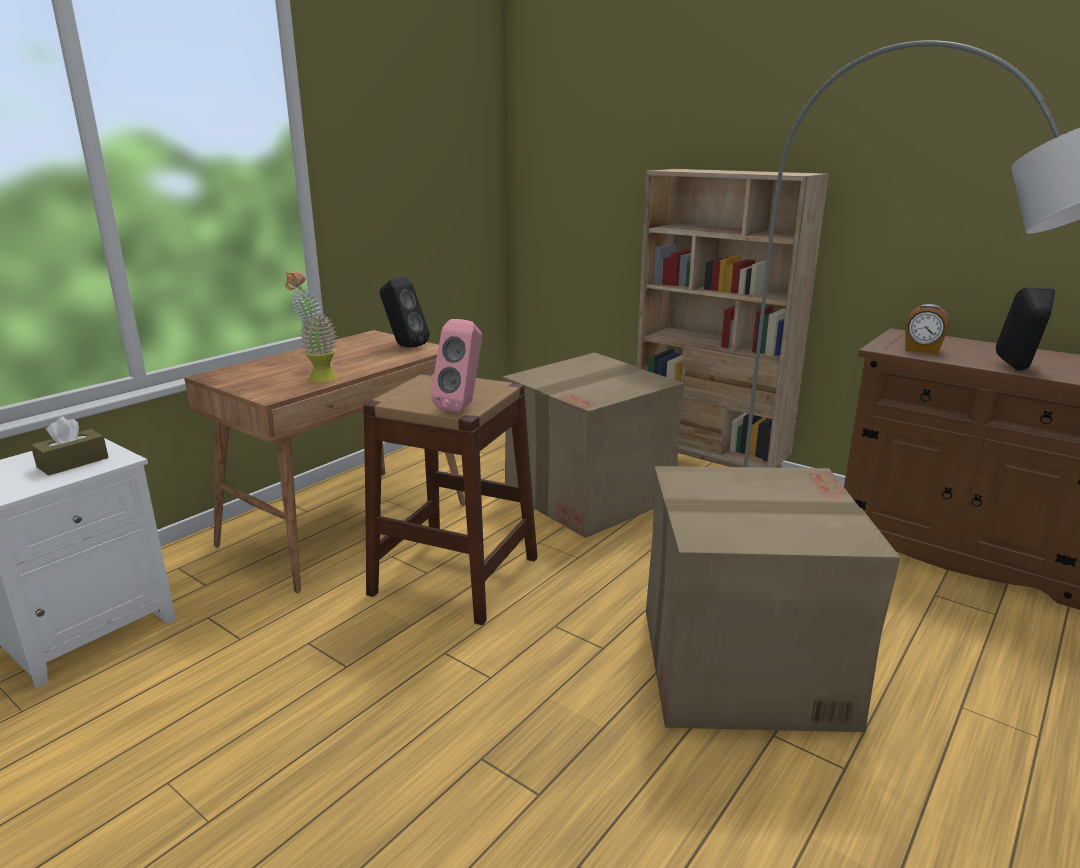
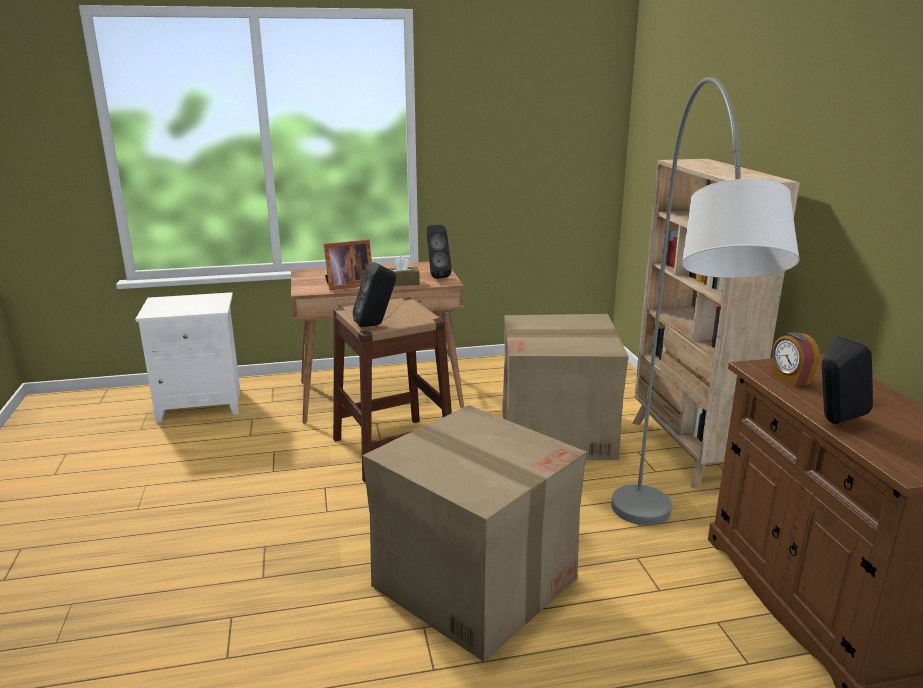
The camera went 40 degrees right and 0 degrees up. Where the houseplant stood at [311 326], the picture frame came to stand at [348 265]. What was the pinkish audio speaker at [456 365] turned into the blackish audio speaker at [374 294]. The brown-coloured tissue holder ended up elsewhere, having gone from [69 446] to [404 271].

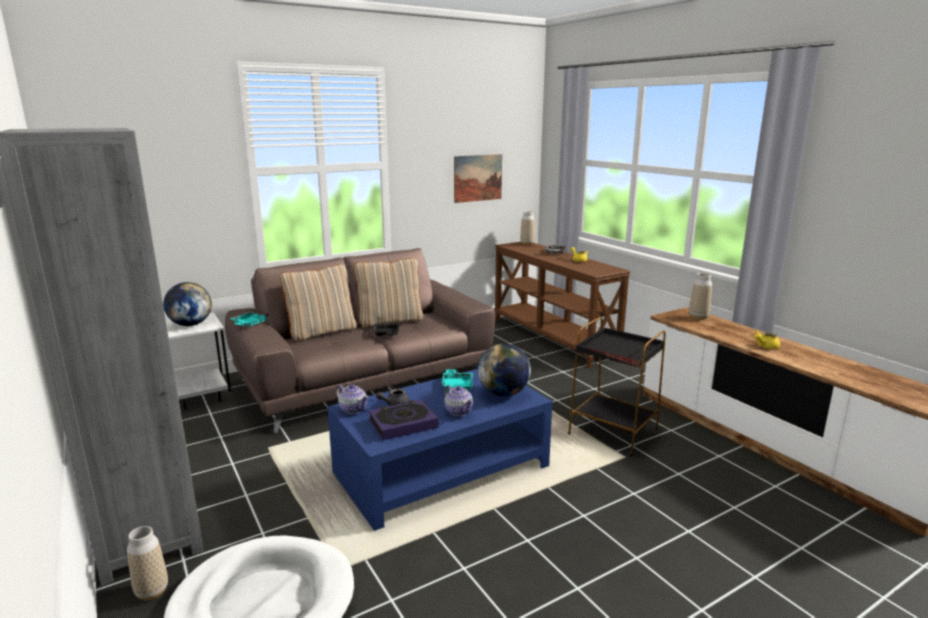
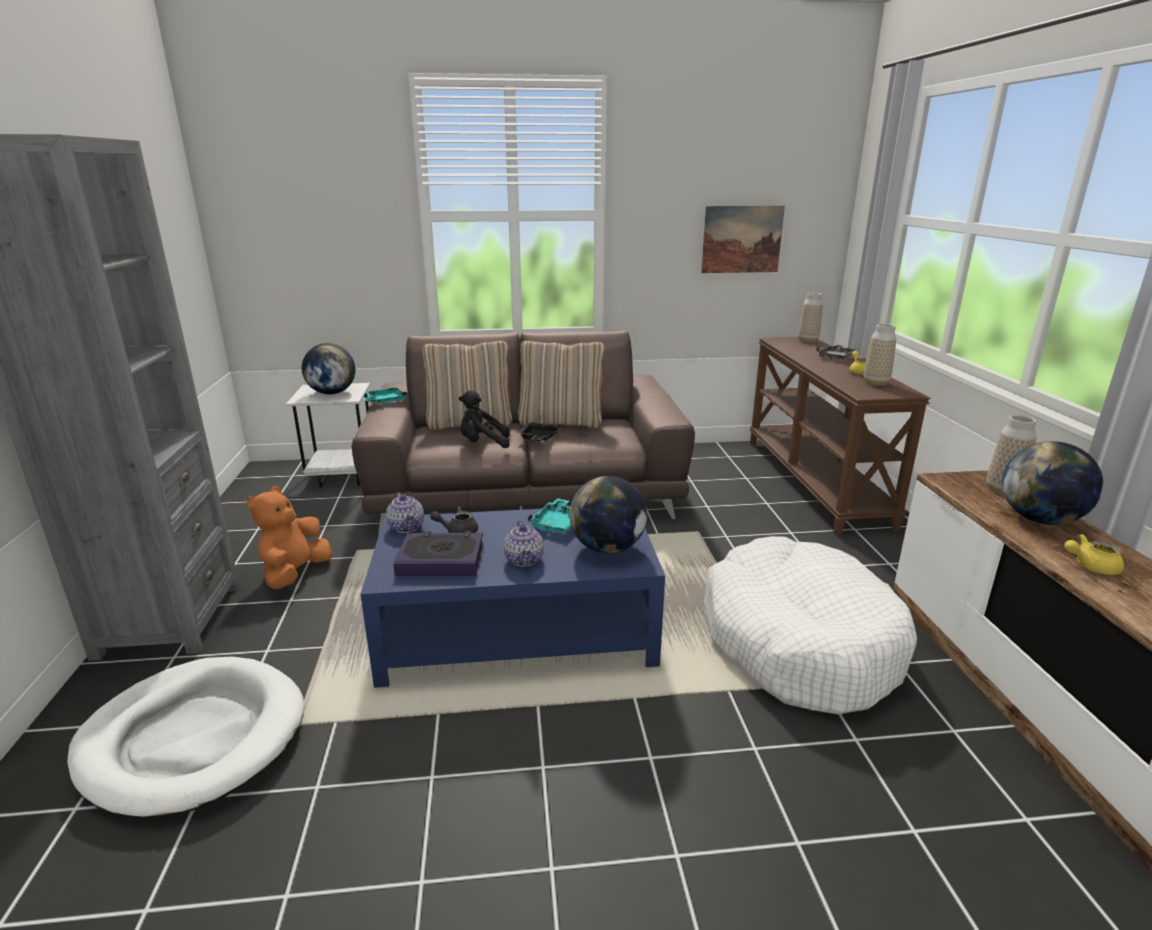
The camera went 25 degrees right and 5 degrees up. Where the blackish accent table stood at [617 387], the whitish dog bed came to stand at [810 625]. The flower vase ended up elsewhere, having gone from [147 563] to [880 355]. The second view gained the blackish soft toy at [484 419]. The second view gained the globe at [1053 483]. The second view gained the orangey soft toy at [289 537].

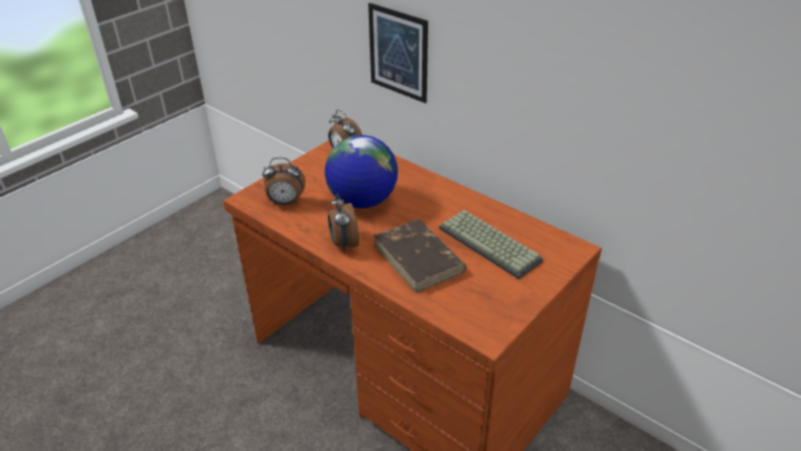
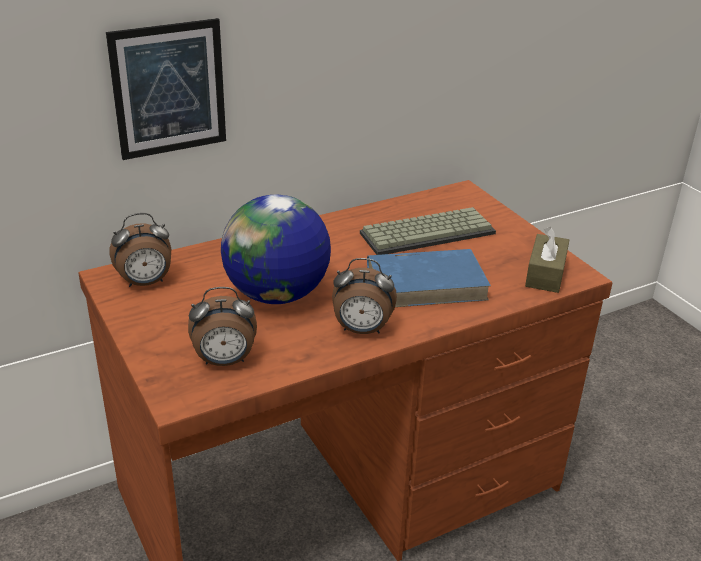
The camera went 70 degrees left and 5 degrees down. The alarm clock at [283 181] ended up facing another way, 60 degrees clockwise from before. What was the brown-coloured volume at [420 256] turned into the bluish volume at [429 278]. The second view gained the brown-coloured tissue holder at [547 260].

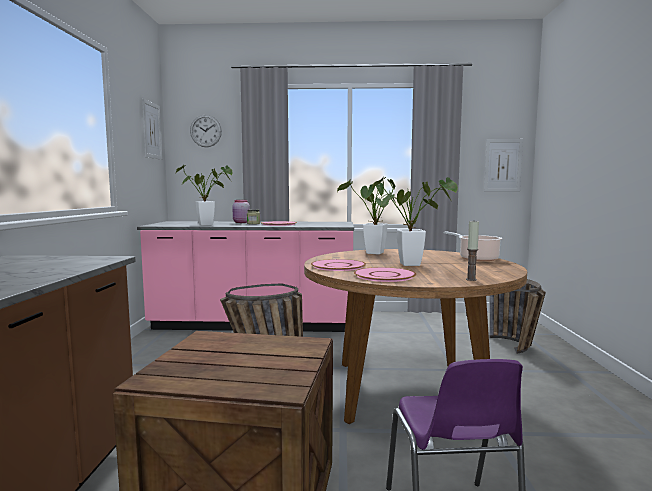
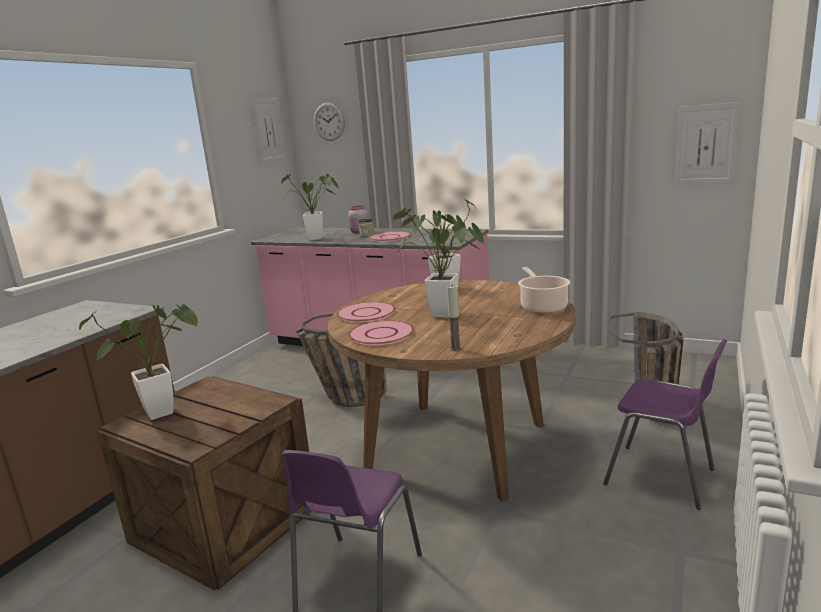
The camera went 25 degrees right and 10 degrees up. The second view gained the houseplant at [138 362]. The second view gained the purple-coloured chair at [665 424].

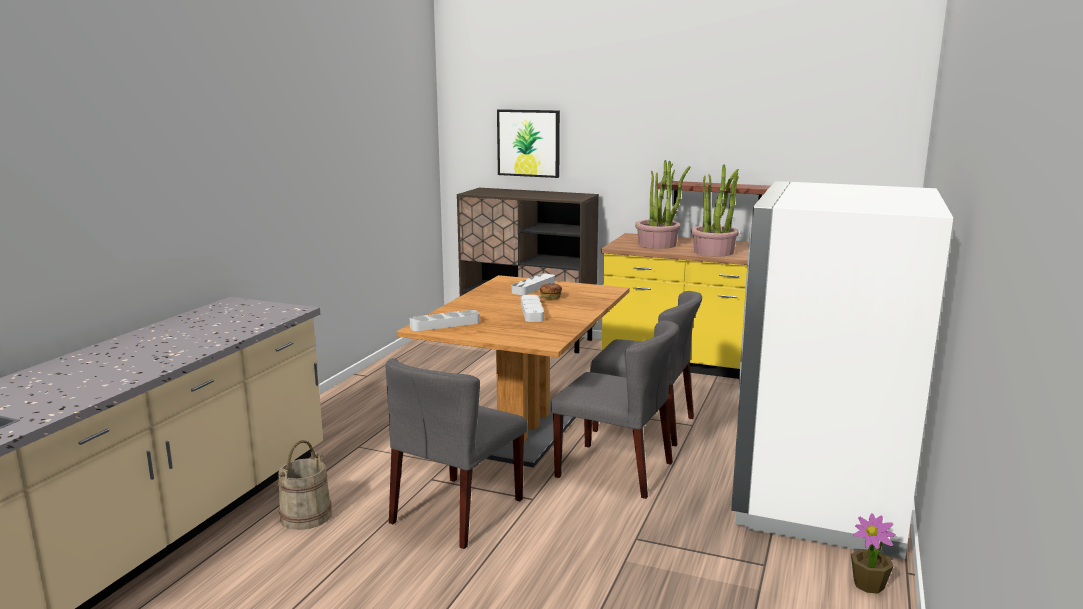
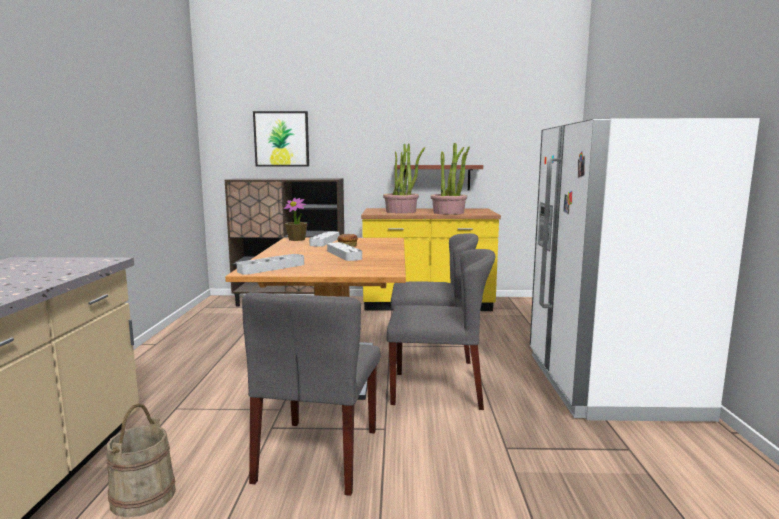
The camera went 20 degrees left and 5 degrees down. The houseplant ended up elsewhere, having gone from [873 554] to [295 219].

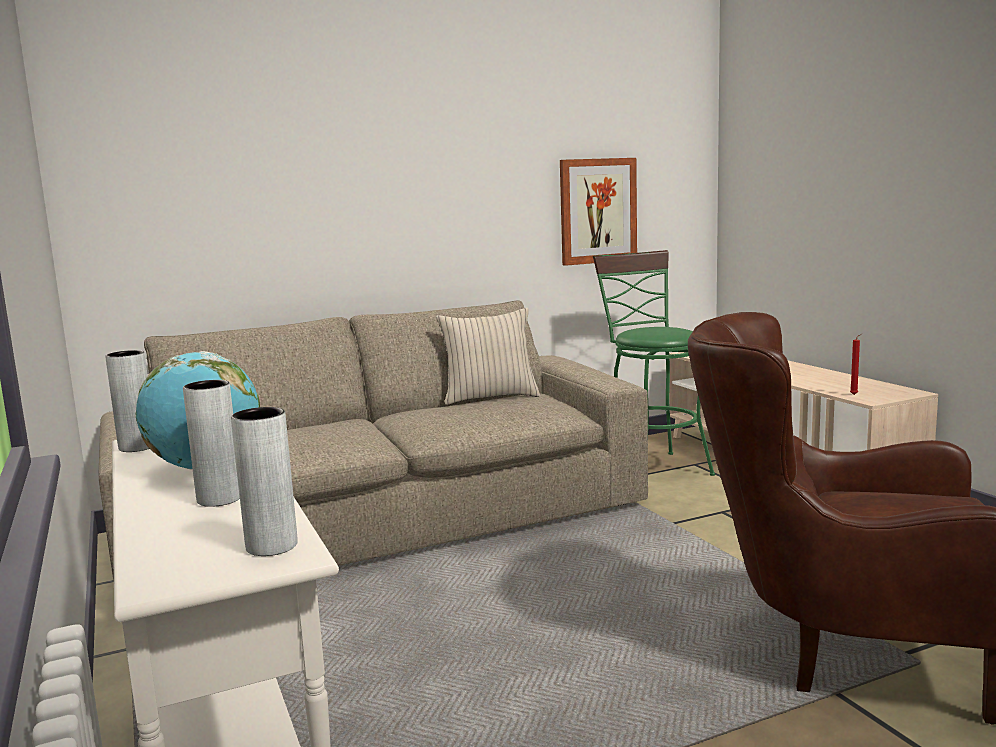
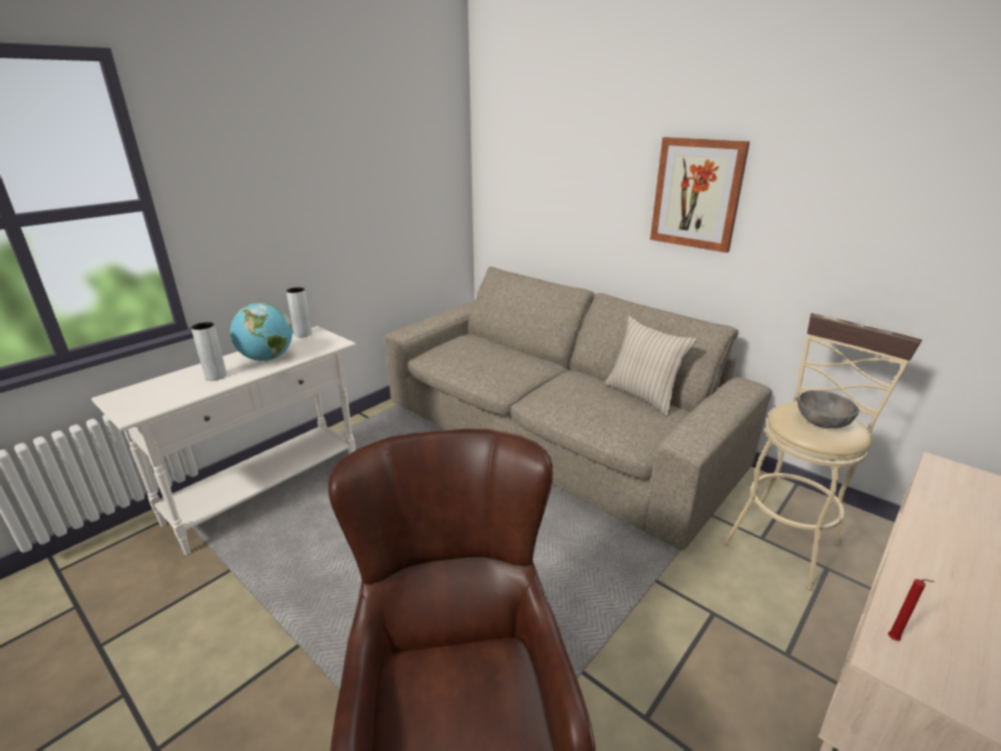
The camera went 65 degrees right and 15 degrees up. The picture ended up elsewhere, having gone from [598 212] to [700 195]. What was the green stool seat at [654 363] turned into the beige stool seat at [823 452]. The second view lost the grey flower vase at [264 481]. The second view gained the grey bowl at [828 409].

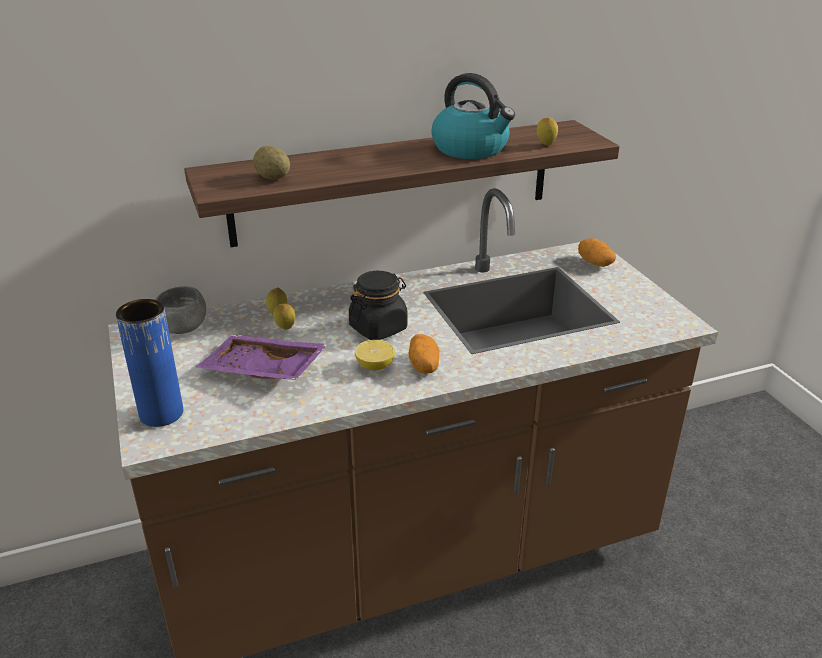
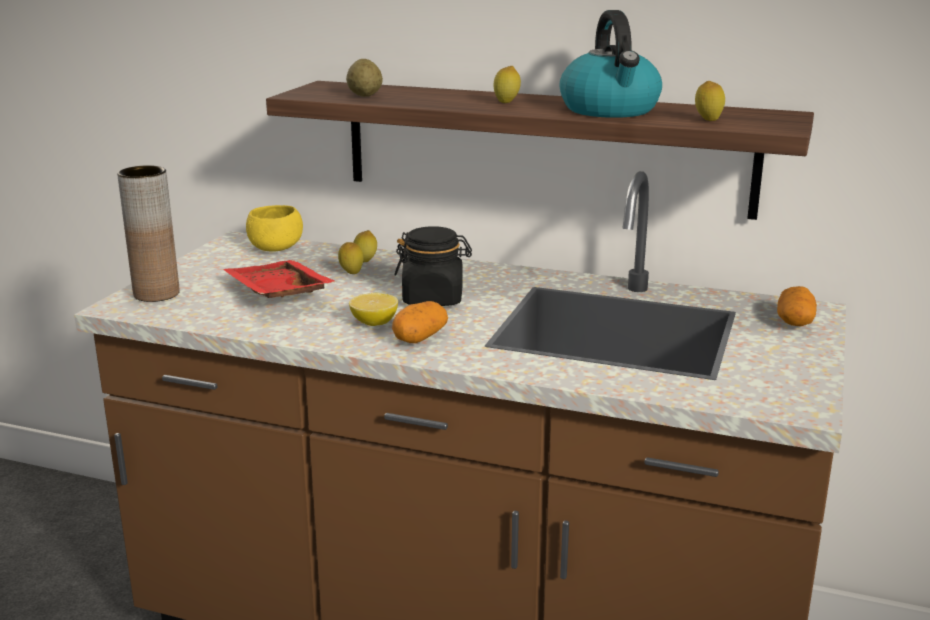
The camera went 40 degrees right and 10 degrees down. What was the grey bowl at [180 310] turned into the yellow-coloured bowl at [274 228]. What was the bluish flower vase at [149 363] turned into the brown-coloured flower vase at [148 233]. What was the purple-coloured carrying tray at [262 357] turned into the red carrying tray at [280 279]. The second view gained the whole lemon at [507 85].

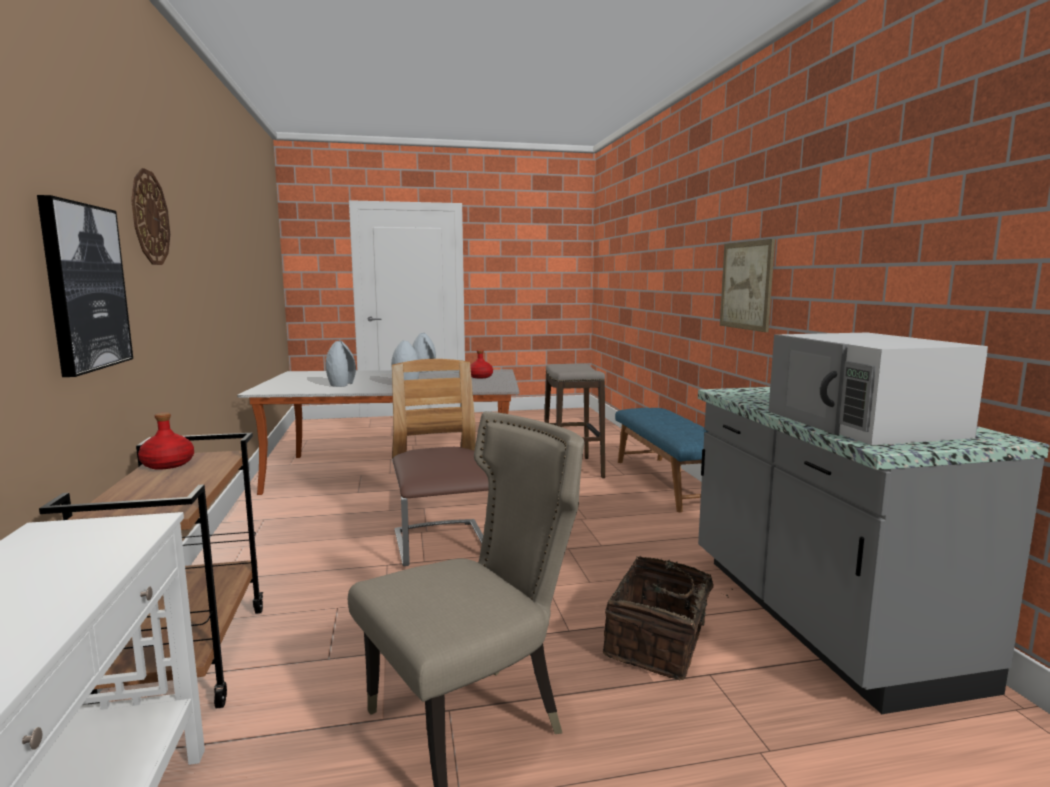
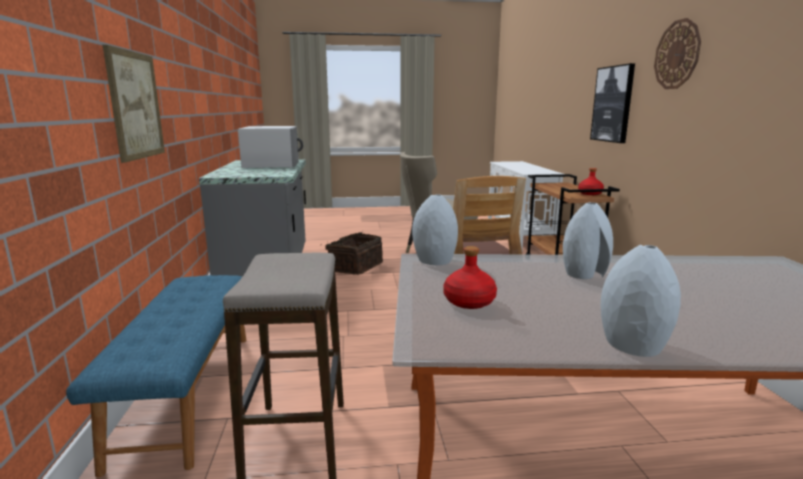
The camera went 175 degrees left and 5 degrees up. The grey flower vase ended up elsewhere, having gone from [340 364] to [435 230].

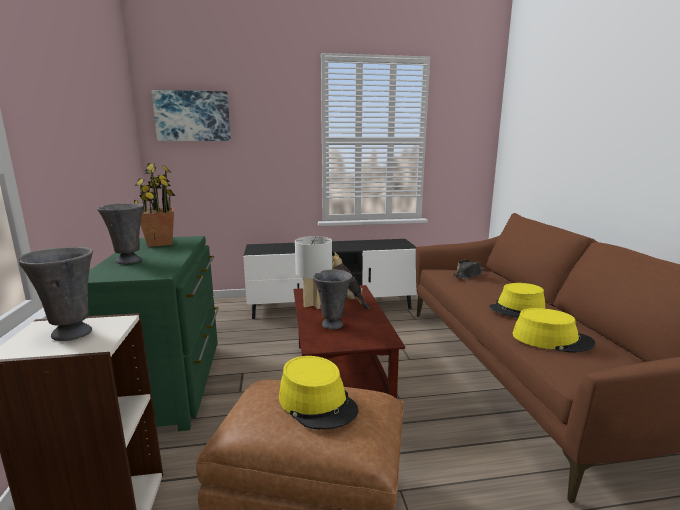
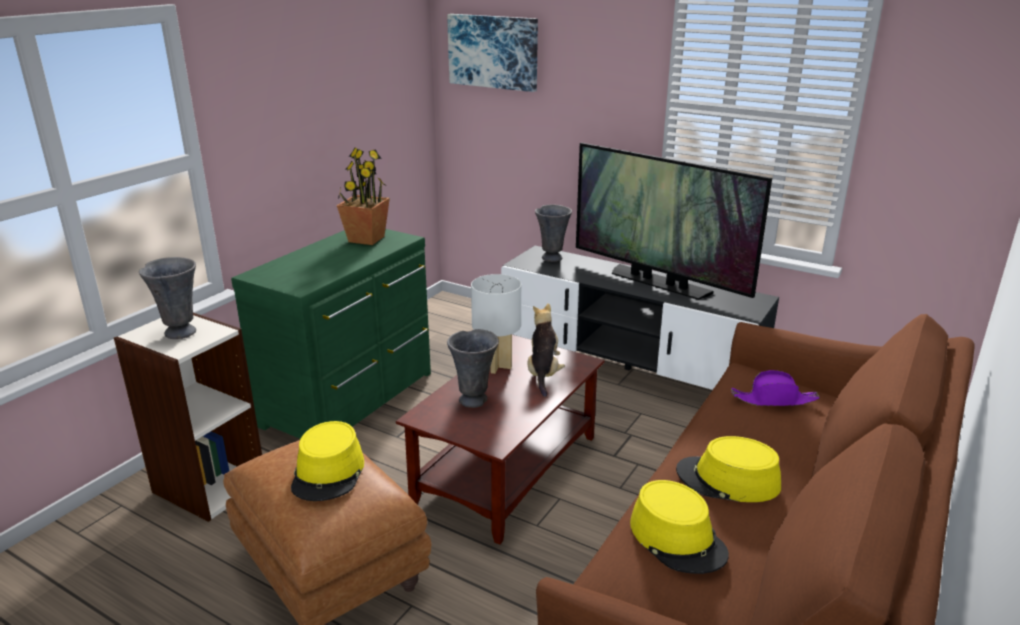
The camera went 40 degrees right and 10 degrees up. The grey flower vase ended up elsewhere, having gone from [120 233] to [553 233]. What was the blackish wearable hat at [469 270] turned into the purple-coloured wearable hat at [775 388]. The second view gained the television at [674 221].

